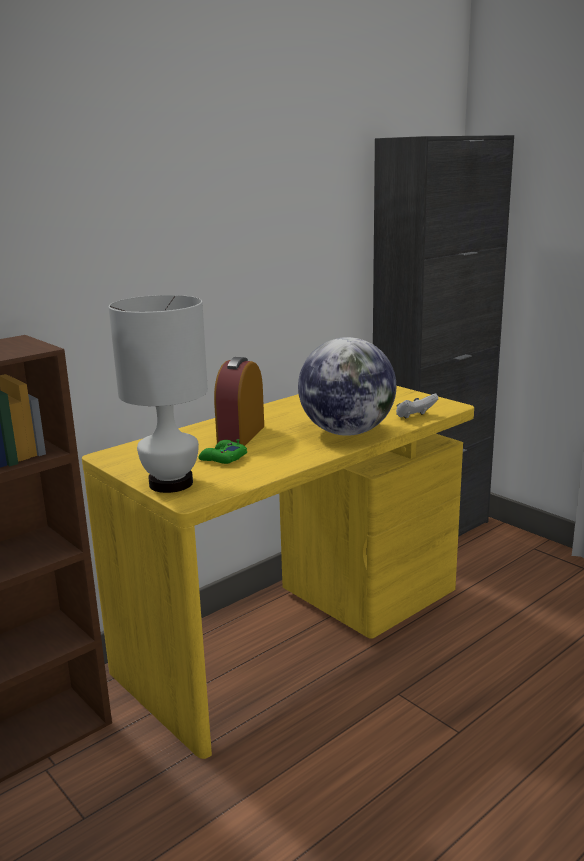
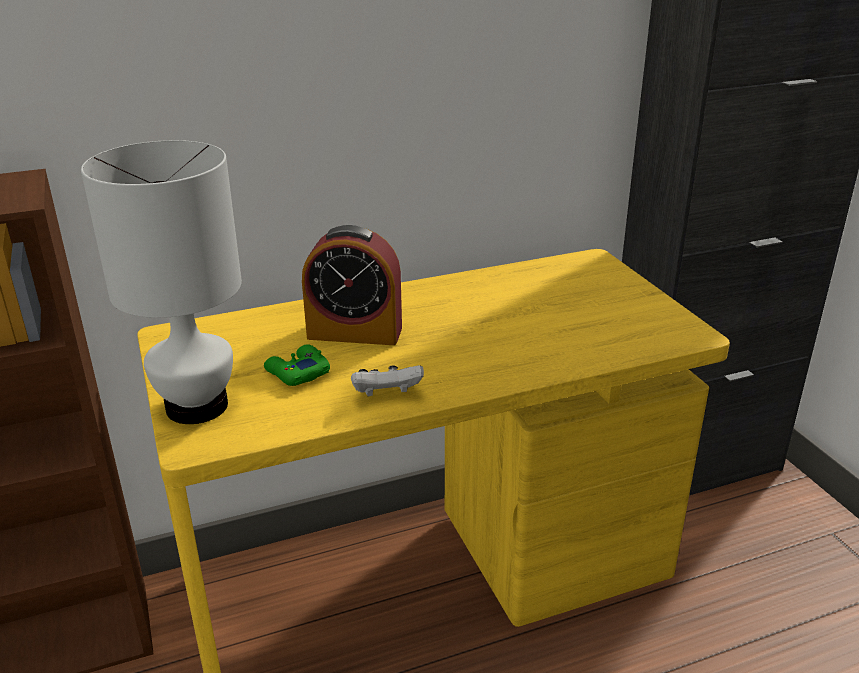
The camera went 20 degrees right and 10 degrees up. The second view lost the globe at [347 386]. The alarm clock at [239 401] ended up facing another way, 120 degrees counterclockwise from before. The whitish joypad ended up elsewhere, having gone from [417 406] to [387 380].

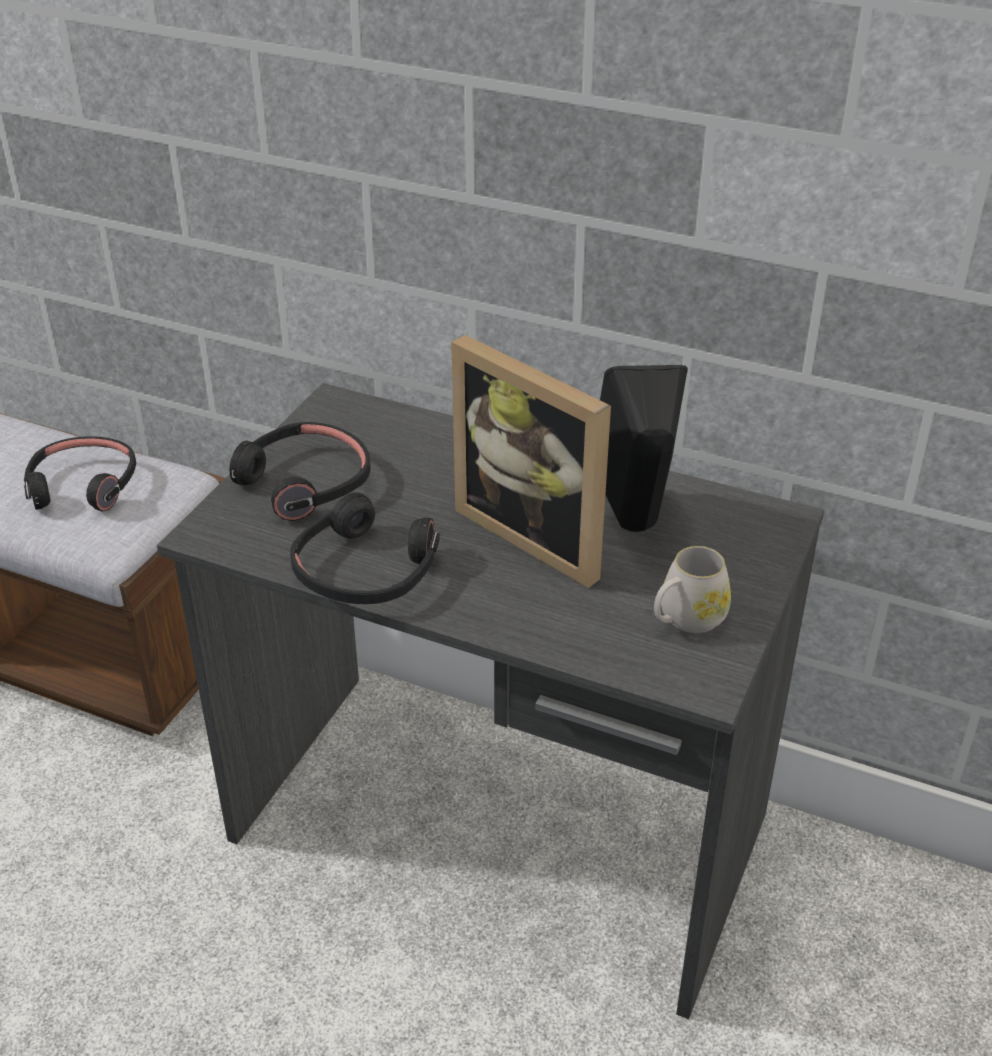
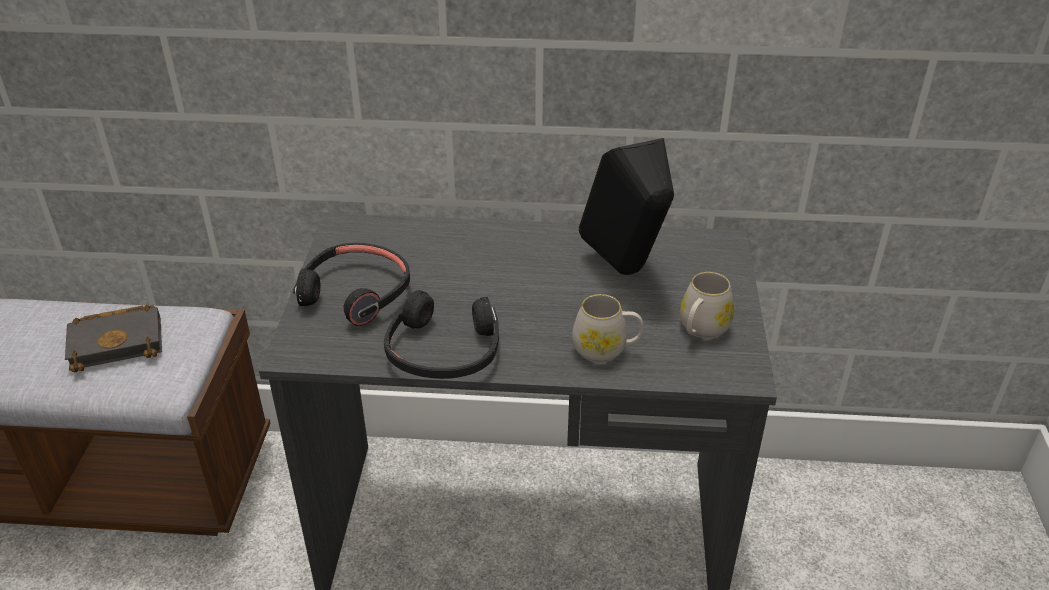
The camera went 20 degrees left and 0 degrees up. The second view lost the picture frame at [531 461]. Where the blackish headset stood at [80 474], the blackish volume came to stand at [113 338]. The second view gained the whitish mug at [607 328].

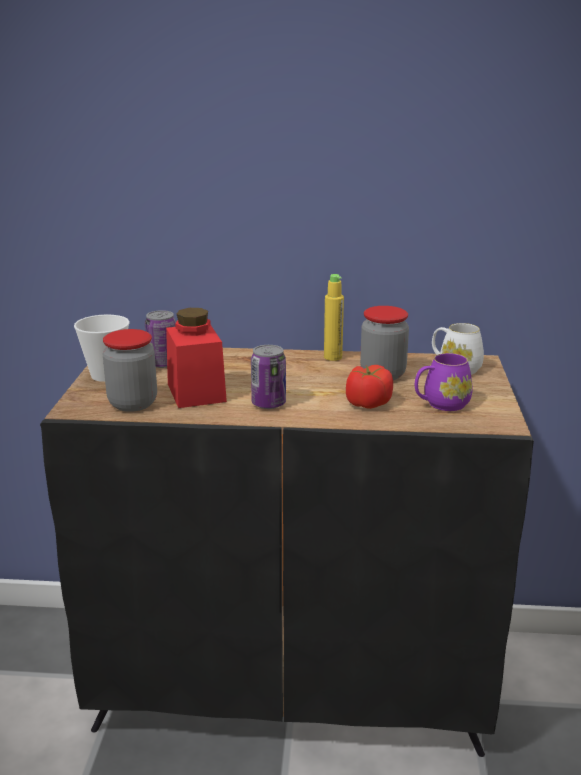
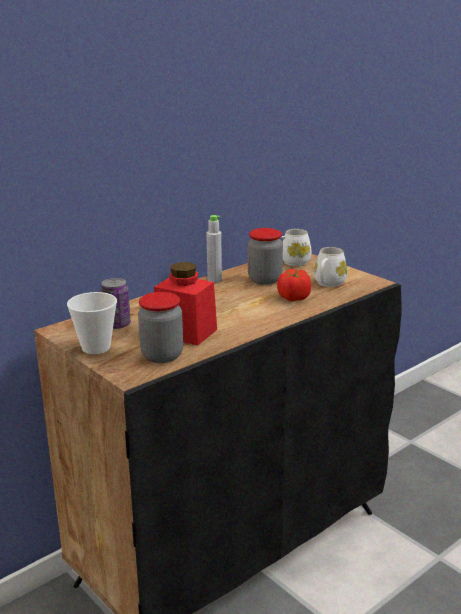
The camera went 45 degrees left and 0 degrees up. What was the yellow-coloured beverage bottle at [334 317] turned into the grey beverage bottle at [214 249]. The second view lost the sealed can at [268 377]. What was the purple-coloured mug at [444 382] turned into the whitish mug at [330 267].

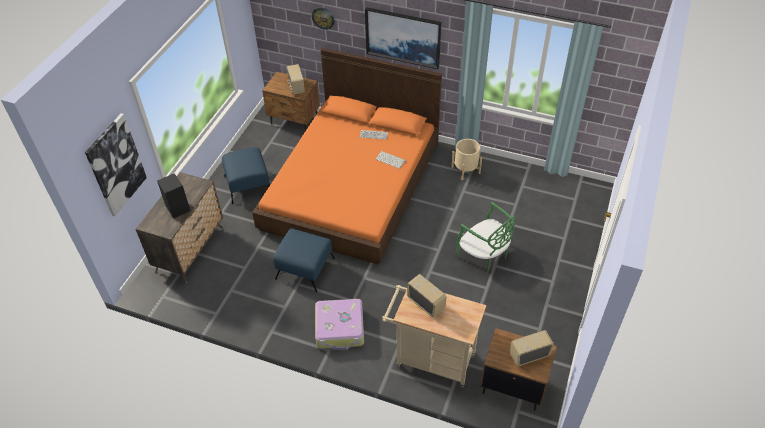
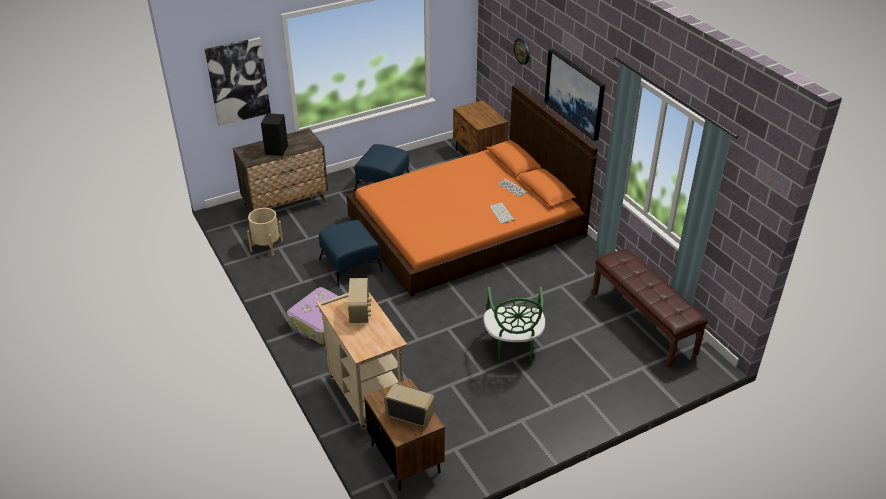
The camera went 40 degrees right and 10 degrees down. The second view lost the radio at [295 79]. The beige plant pot ended up elsewhere, having gone from [466 159] to [265 232]. The second view gained the brown-coloured bench at [650 308].

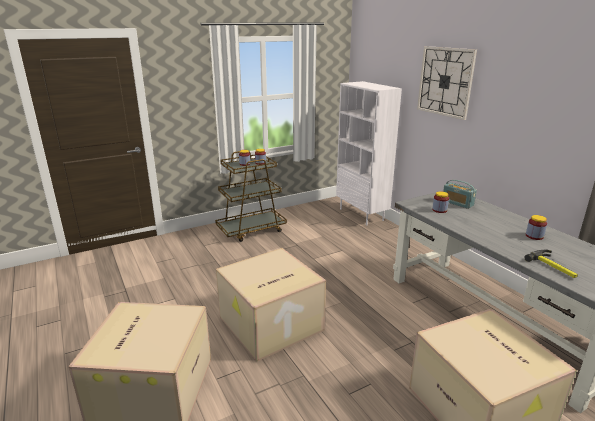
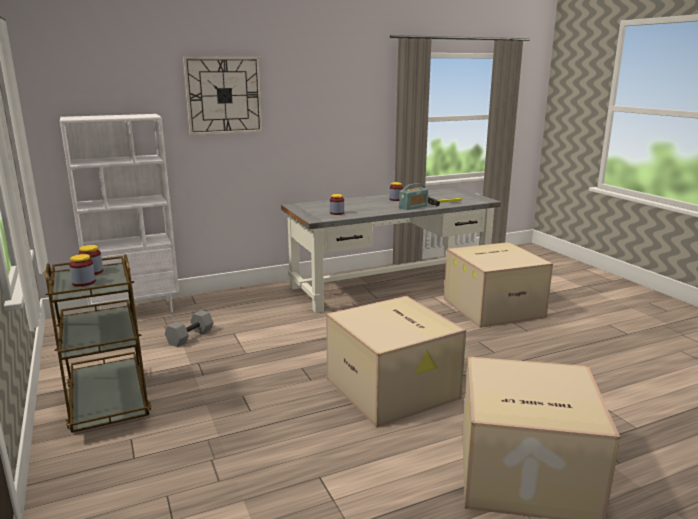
The camera went 85 degrees left and 5 degrees down. The radio ended up elsewhere, having gone from [460 194] to [413 196]. The second view gained the grey dumbbell at [189 328].

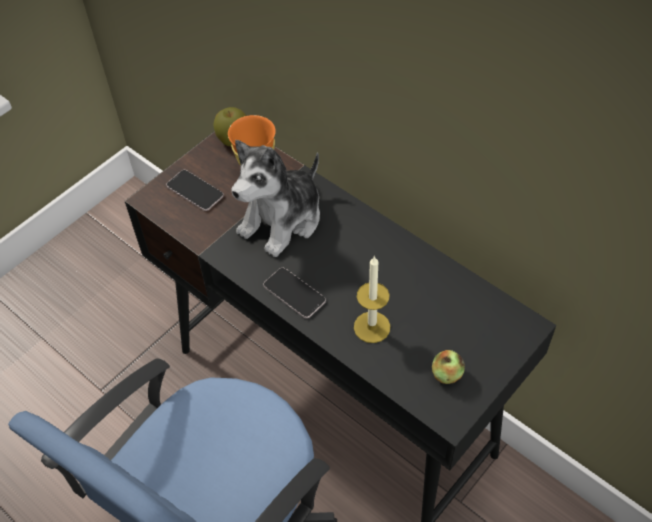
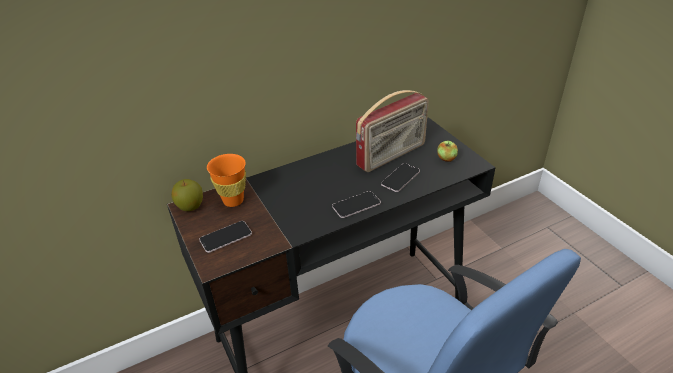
The camera went 70 degrees left and 15 degrees down. The second view lost the soft toy at [275 198]. Where the wax light stood at [372 299], the telephone came to stand at [400 177]. The second view gained the radio at [392 131].

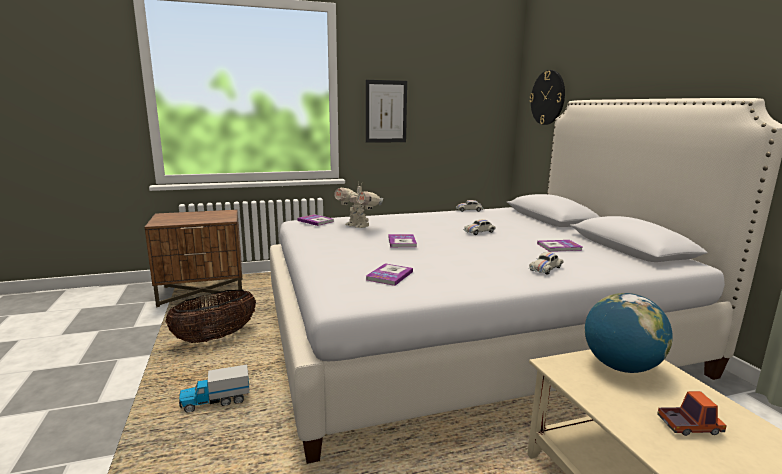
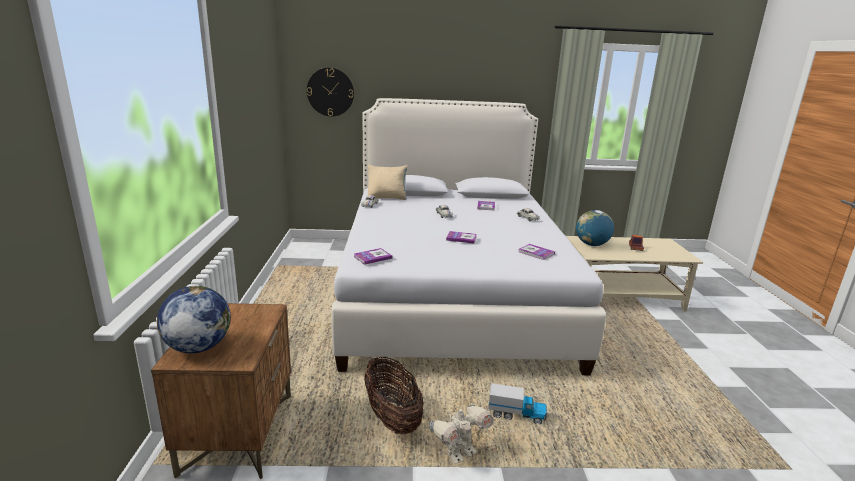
The camera went 75 degrees left and 5 degrees up. The second view lost the picture at [386 111]. The model robot ended up elsewhere, having gone from [358 204] to [461 434]. The model truck at [214 389] ended up facing another way, 75 degrees counterclockwise from before. The second view gained the beige throw pillow at [387 182]. The second view gained the globe at [194 319].

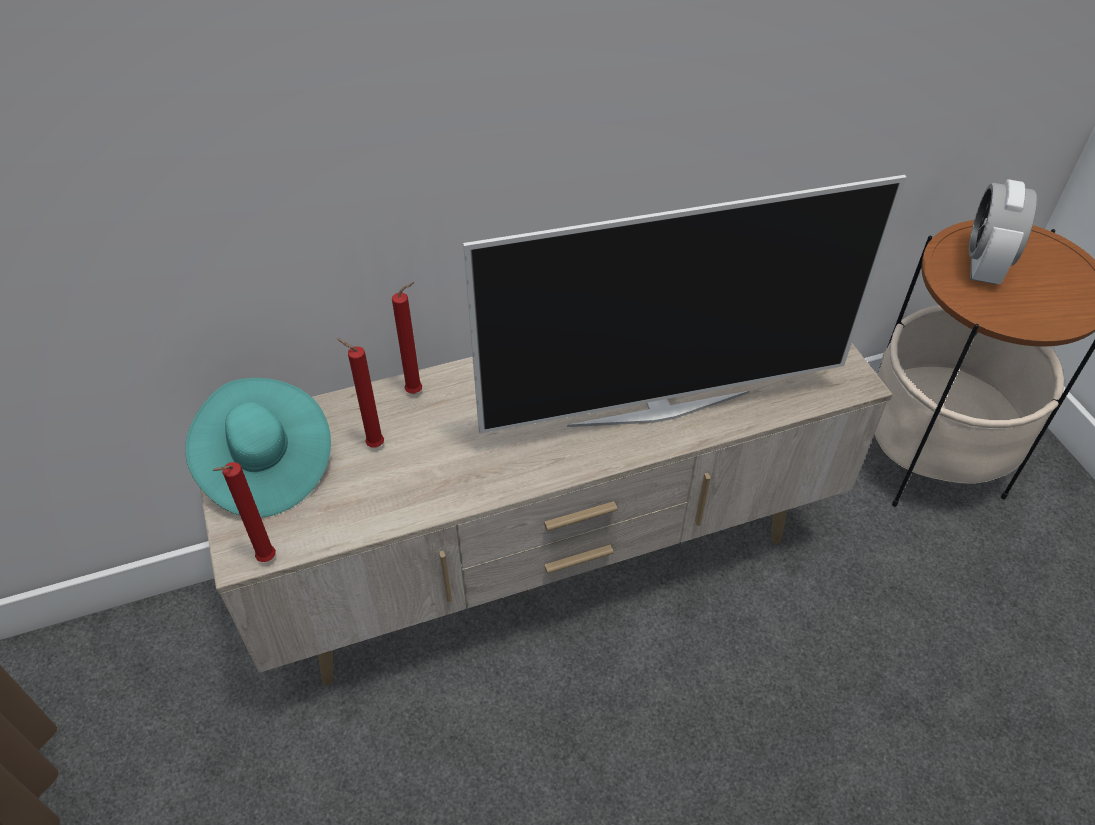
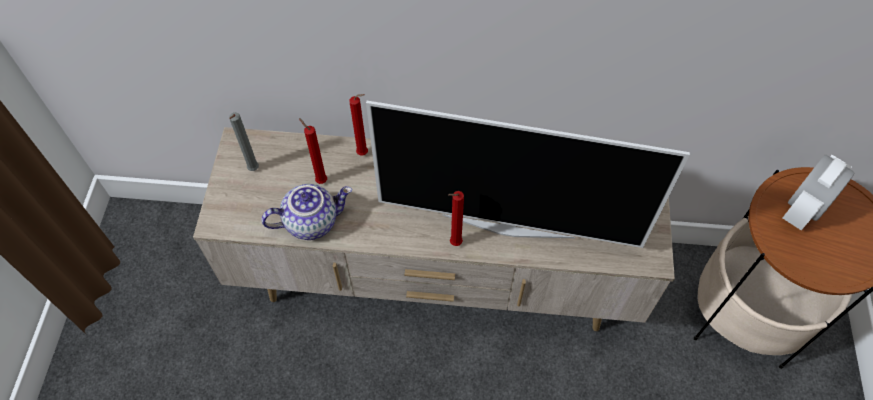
The camera went 25 degrees right and 10 degrees up. Where the blue-green wearable hat stood at [258 447], the grey wax light came to stand at [244 141]. The red wax light ended up elsewhere, having gone from [244 512] to [456 218]. The second view gained the teapot at [307 212].

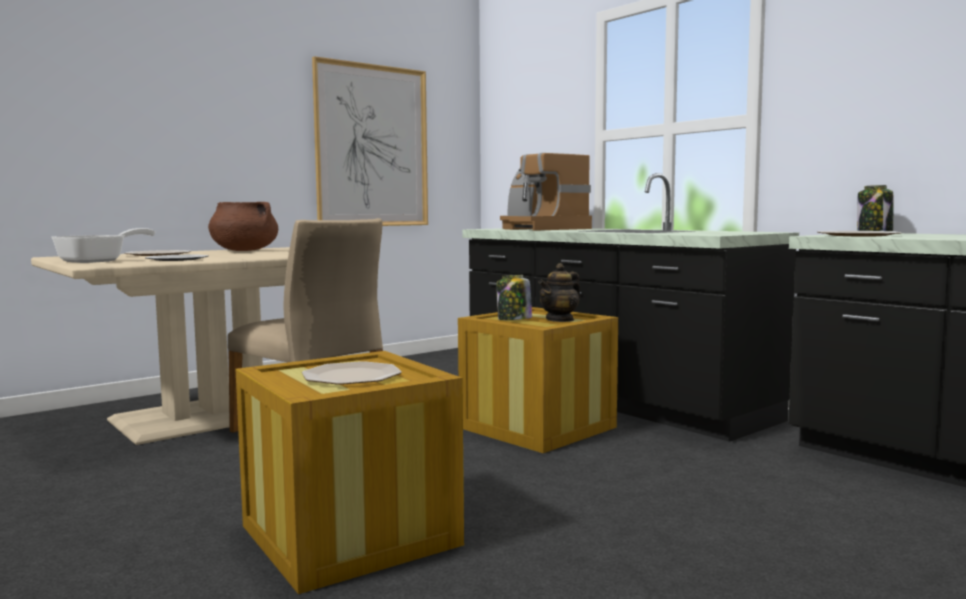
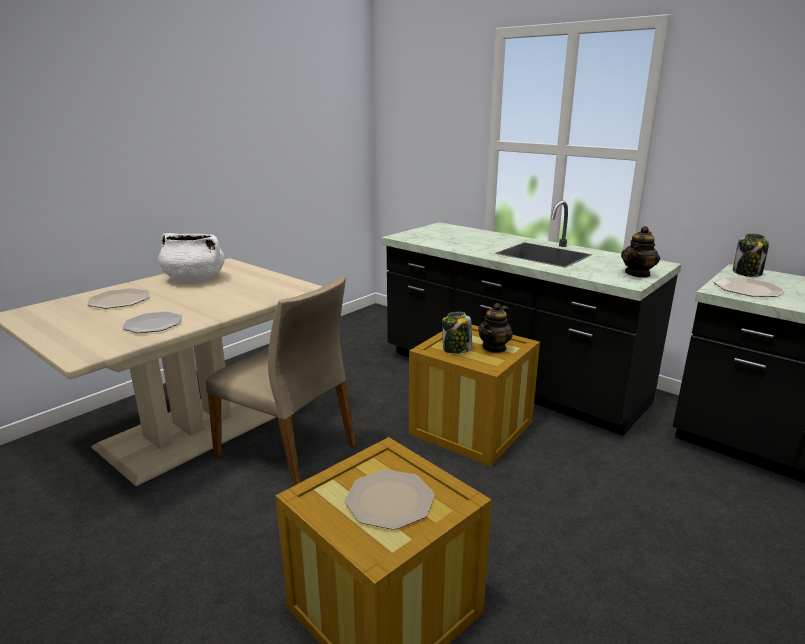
The camera went 10 degrees left and 15 degrees up. The second view lost the picture at [370 141]. The second view lost the coffee brewer at [546 192]. What was the brown-coloured cooking pot at [243 226] turned into the whitish cooking pot at [191 257]. The second view lost the skillet at [103 245]. The second view gained the teapot at [640 252].

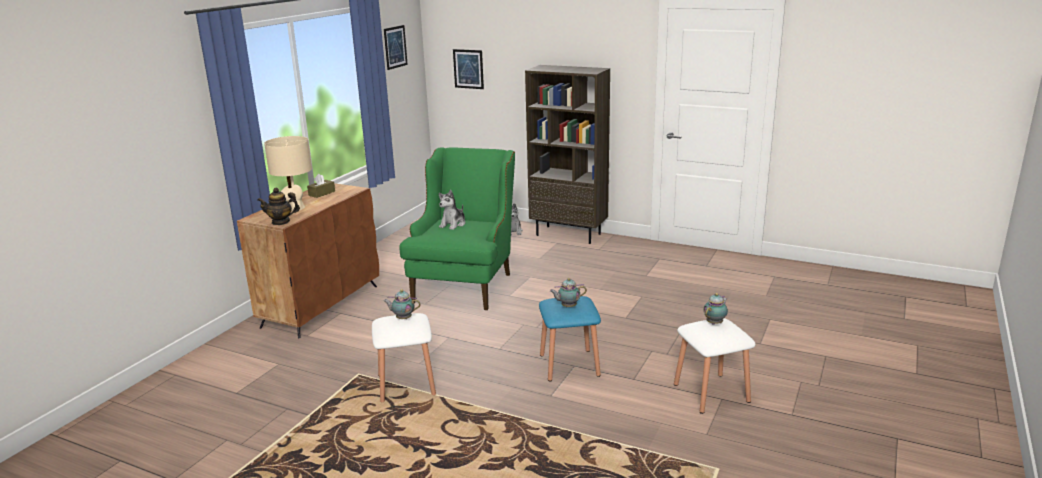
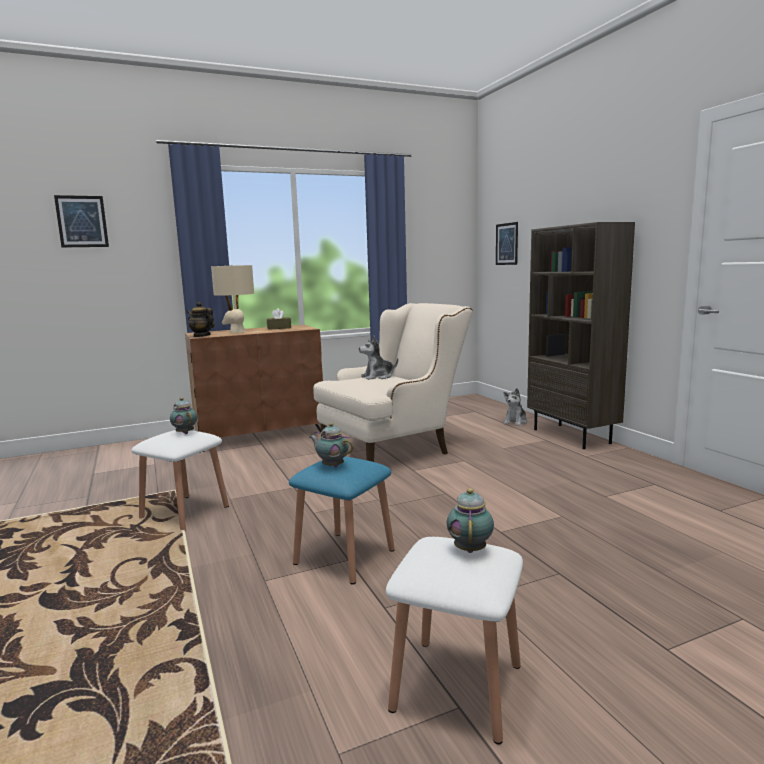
The camera went 40 degrees right and 10 degrees down. The picture ended up elsewhere, having gone from [396 47] to [81 221]. What was the green armchair at [457 228] turned into the beige armchair at [392 382]. The teapot at [715 308] ended up facing another way, 75 degrees counterclockwise from before.

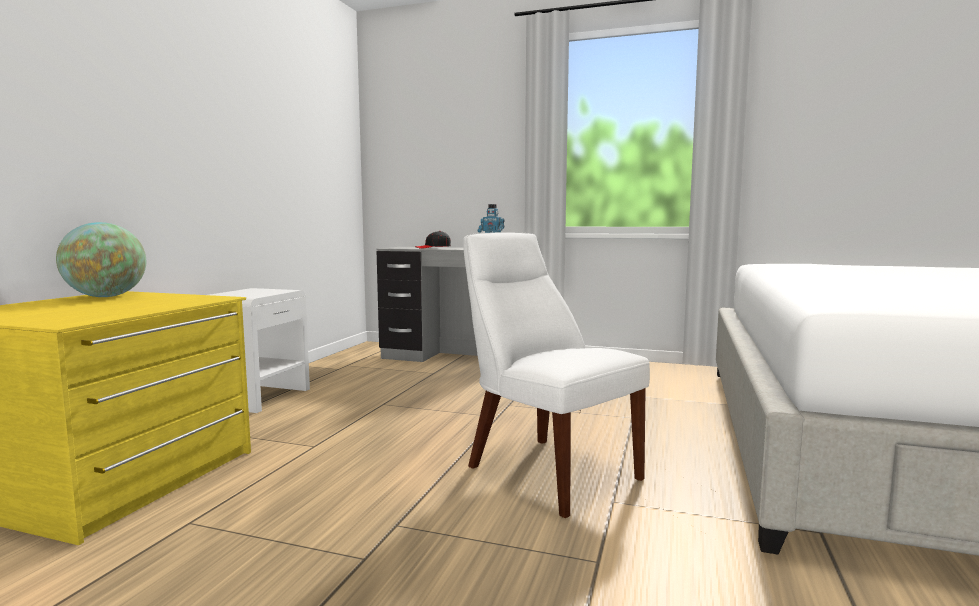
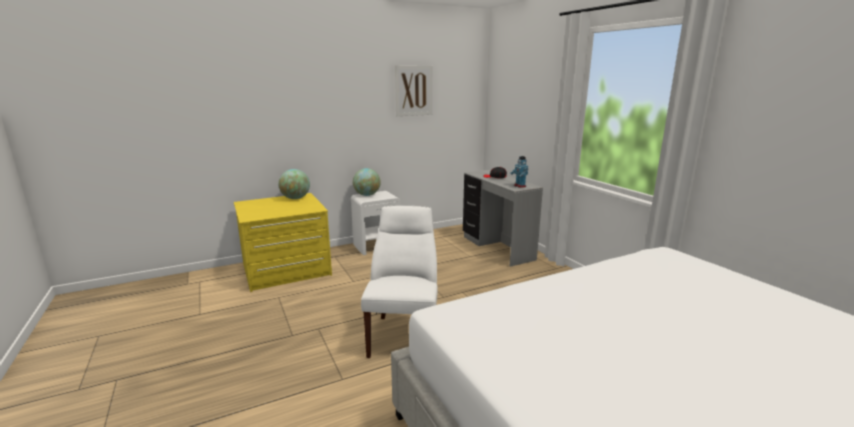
The camera went 45 degrees right and 10 degrees up. The second view gained the picture at [413 90]. The second view gained the globe at [367 182].

